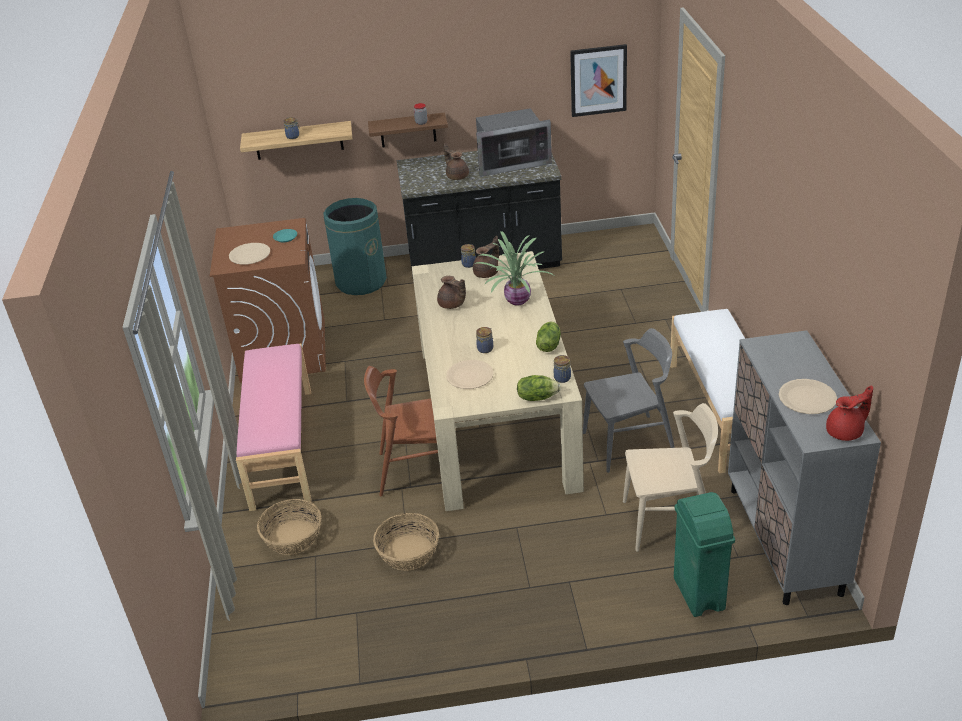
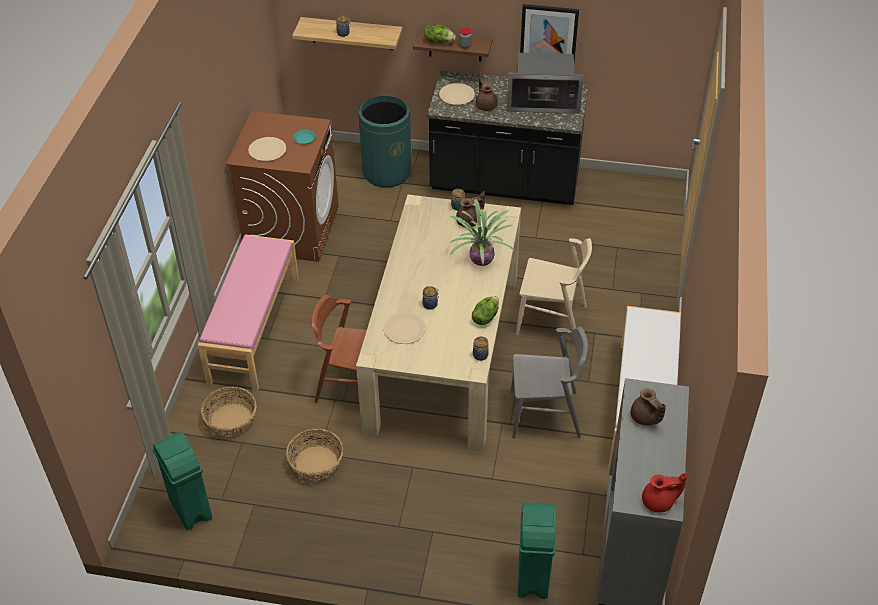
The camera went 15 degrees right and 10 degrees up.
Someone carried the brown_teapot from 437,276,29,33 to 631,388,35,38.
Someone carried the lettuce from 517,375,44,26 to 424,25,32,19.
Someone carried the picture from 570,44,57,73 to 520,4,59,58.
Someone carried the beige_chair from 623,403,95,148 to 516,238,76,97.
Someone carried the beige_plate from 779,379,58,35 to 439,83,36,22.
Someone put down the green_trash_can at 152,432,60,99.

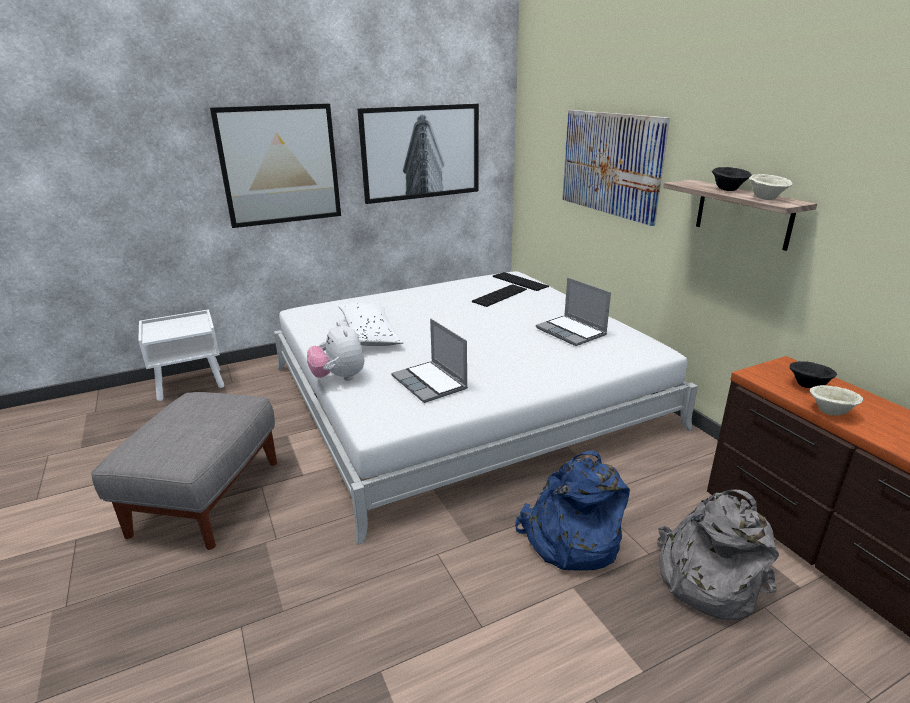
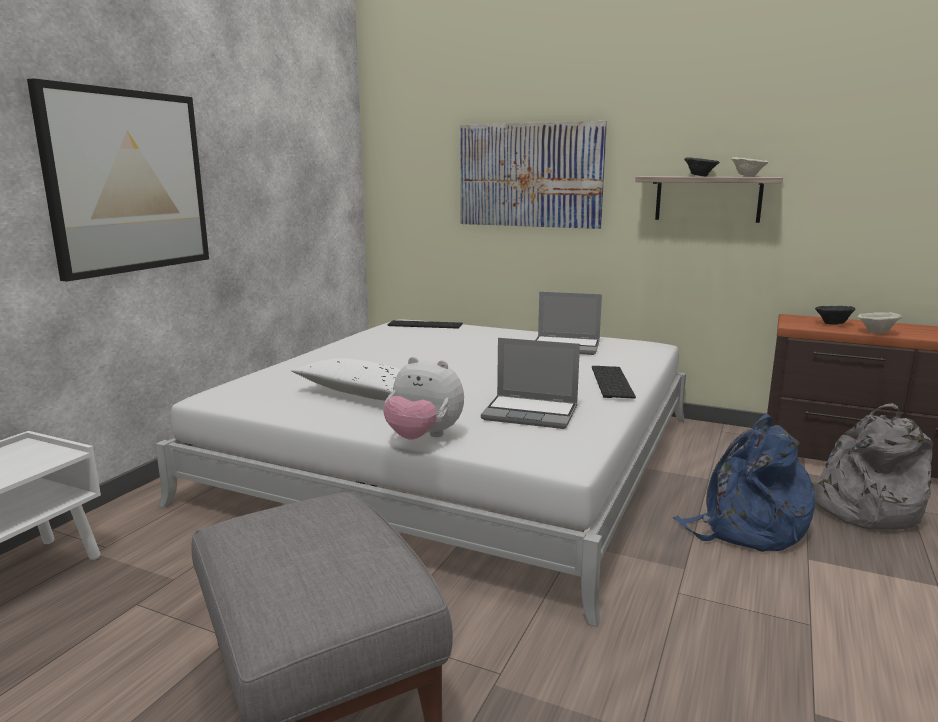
The camera went 40 degrees left and 10 degrees down.
Someone took away the picture at 358,104,121,100.
Someone carried the keyboard from 472,284,55,23 to 592,366,44,33.

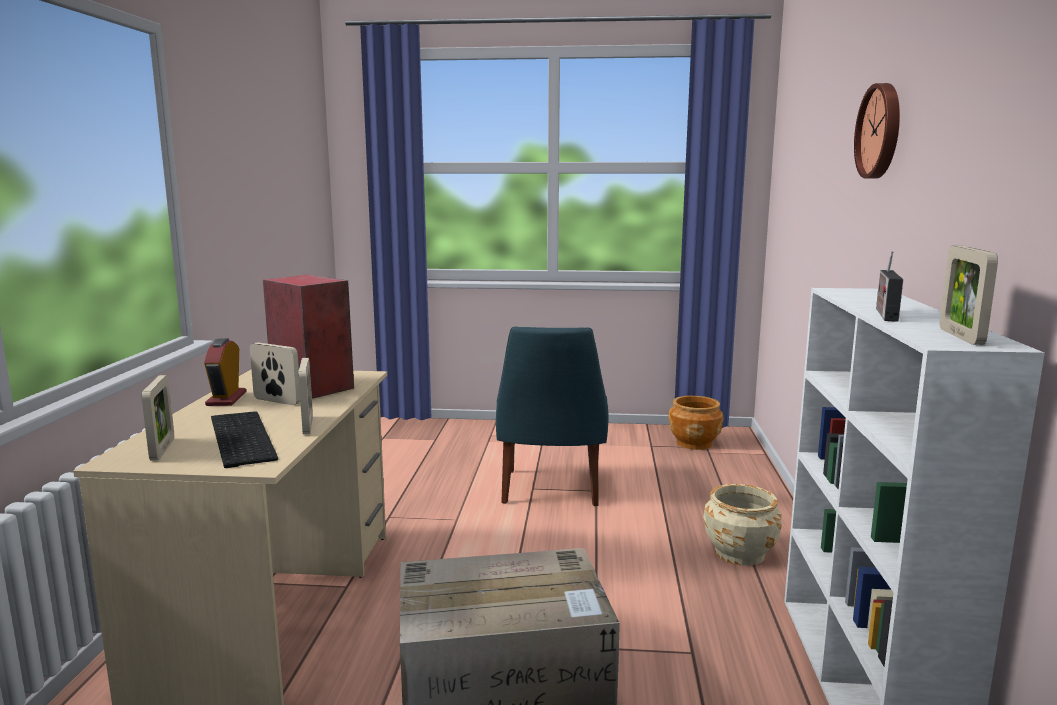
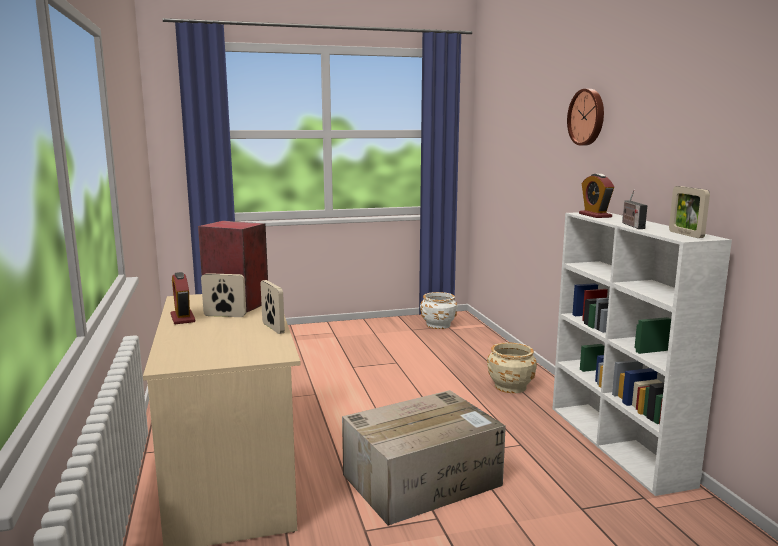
The camera went 20 degrees left and 0 degrees up.
Someone took away the picture_frame at 142,375,32,86.
Someone took away the keyboard at 211,411,67,57.
Someone took away the blue_chair at 496,327,112,180.
Someone repainted the brown_planter at 668,396,55,54, which became the white_planter at 420,292,38,37.
Someone put down the alarm_clock at 579,174,35,44.

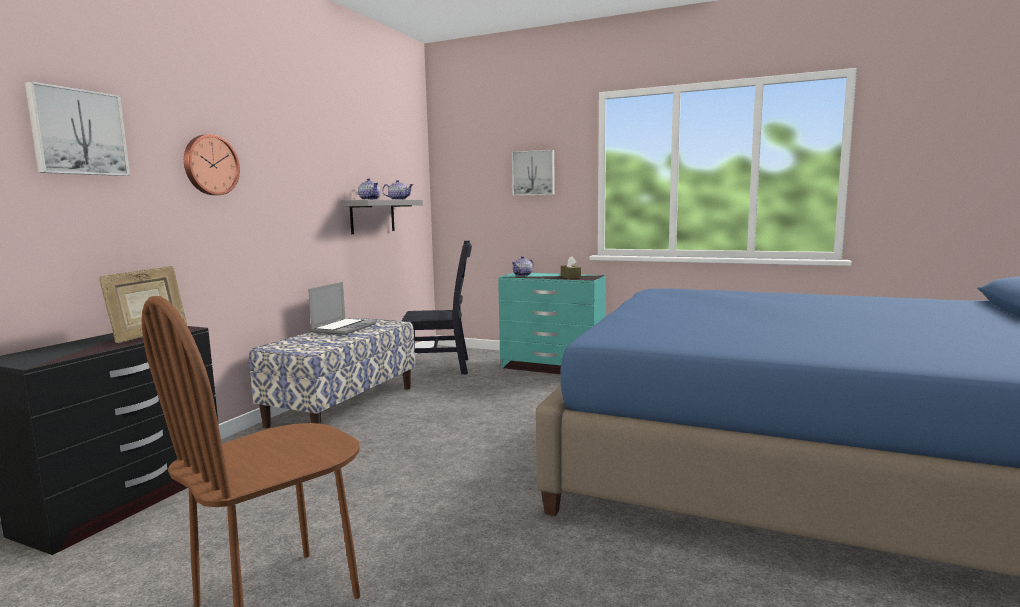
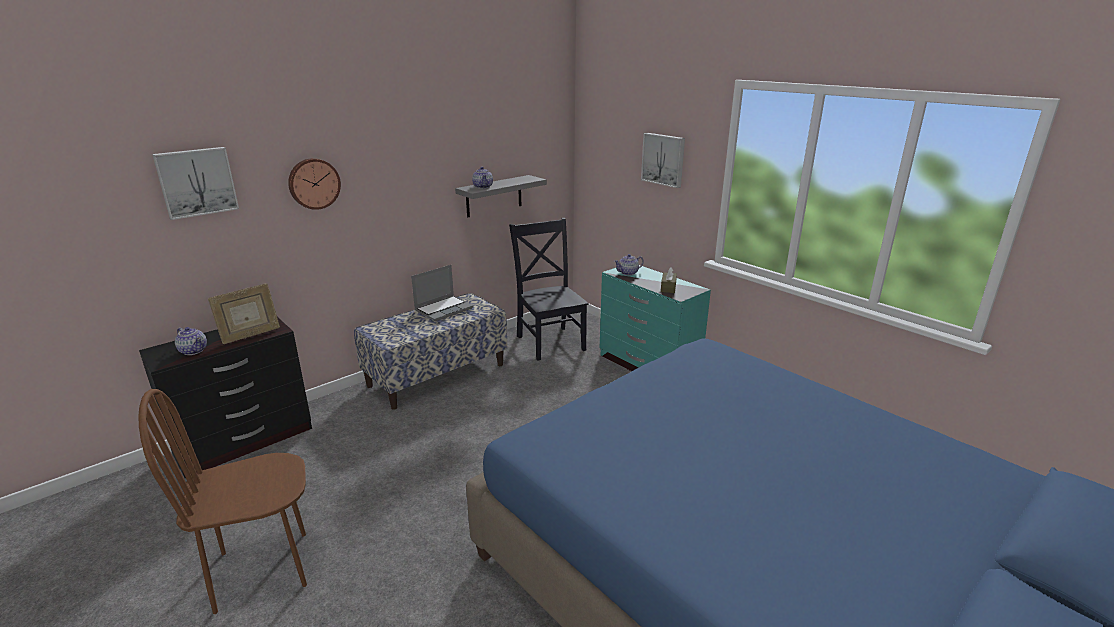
The camera went 25 degrees right and 15 degrees up.
Someone carried the teapot from 382,180,32,20 to 175,327,32,28.
Someone rotated the black_chair at 402,241,70,133 by 135 degrees counterclockwise.

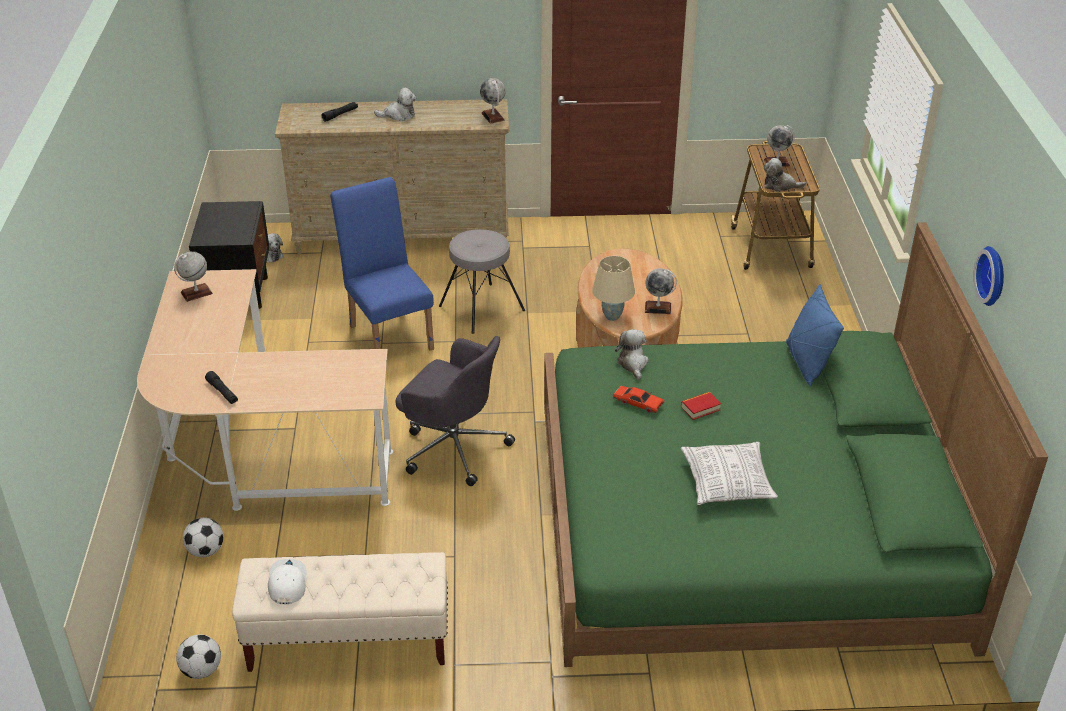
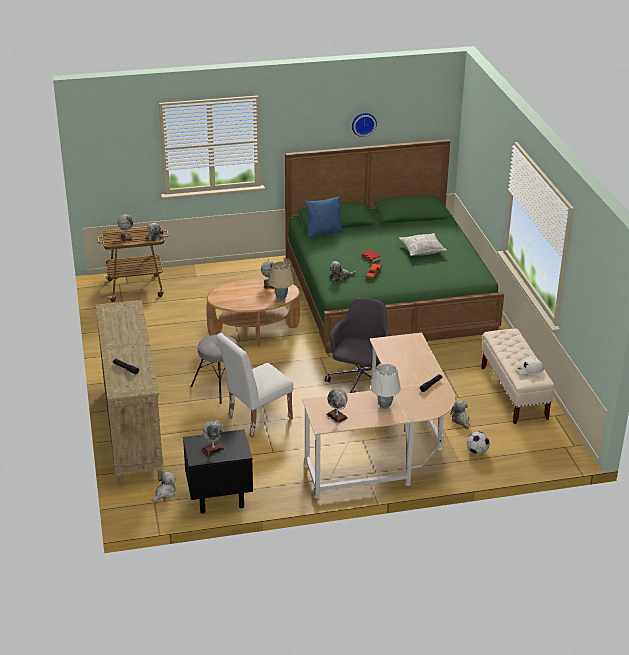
The camera went 100 degrees left and 5 degrees down.
Someone took away the football at 176,634,45,45.
Someone repainted the blue_chair at 330,177,104,173, which became the white_chair at 216,333,77,104.
Someone carried the plush_toy from 374,87,42,34 to 450,400,19,29.
Someone carried the globe from 480,78,26,46 to 202,420,22,35.
Someone put down the white_table_lamp at 371,364,30,45.

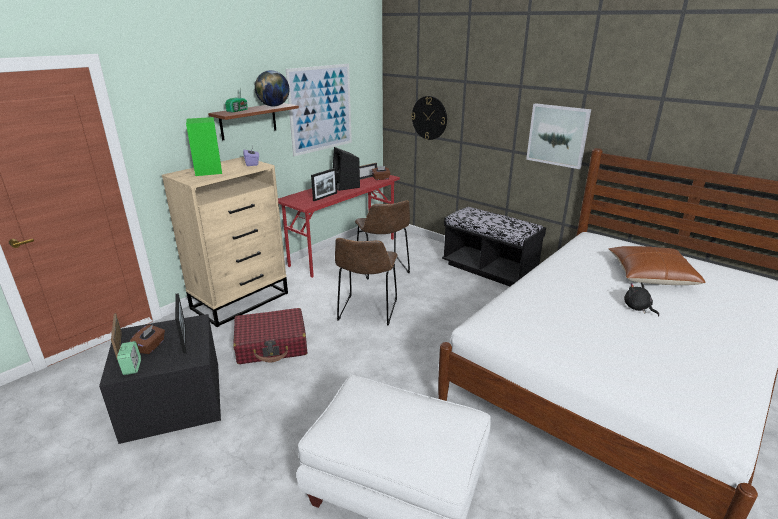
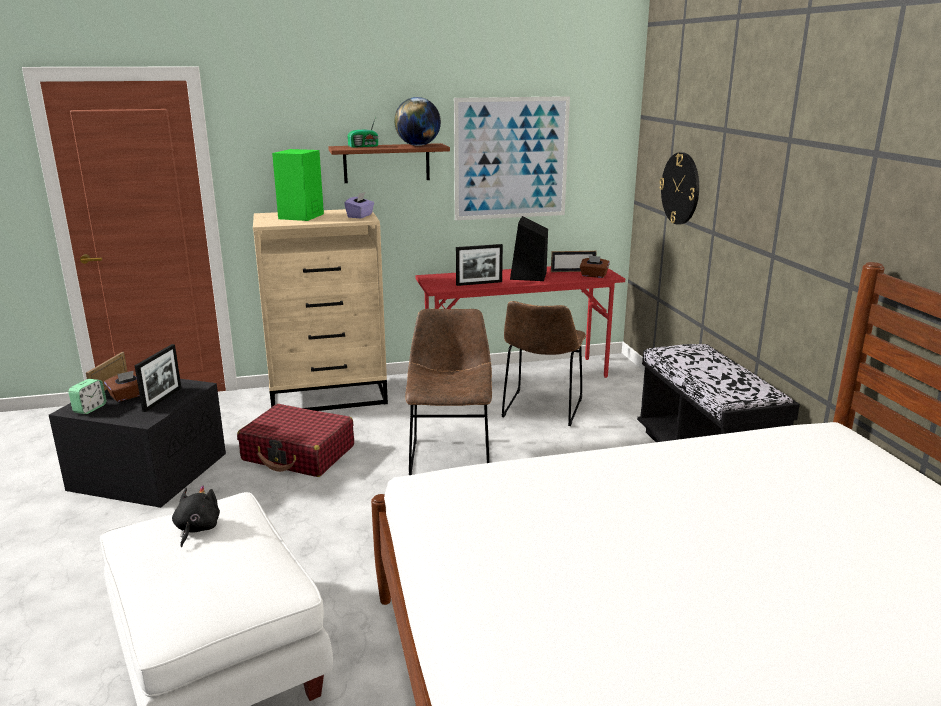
The camera went 35 degrees right and 5 degrees down.
Someone rotated the brown_chair at 335,238,63,87 by 135 degrees clockwise.
Someone took away the picture at 526,103,65,66.
Someone took away the brown_pillow at 608,246,98,39.
Someone carried the black_plush_toy from 624,282,35,34 to 172,485,48,62.

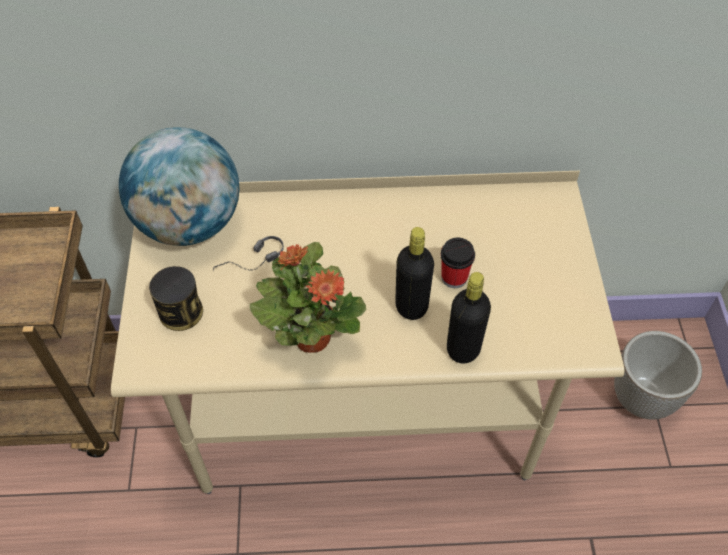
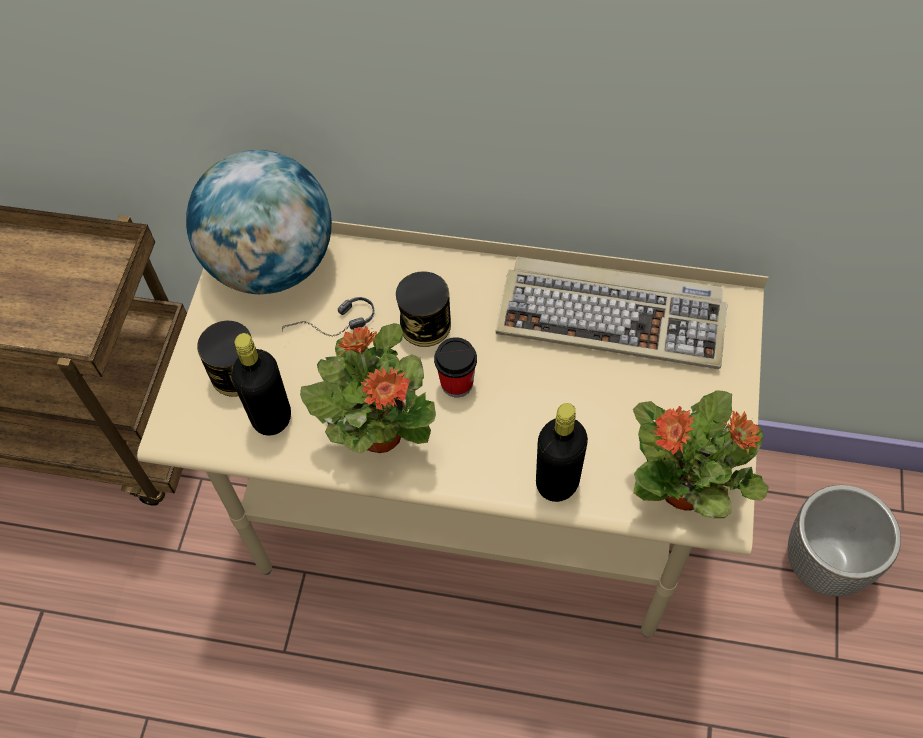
The camera went 15 degrees right and 5 degrees up.
Someone carried the black_bottle from 395,227,39,93 to 232,333,59,103.
Someone carried the cup from 441,238,34,50 to 434,337,43,60.
Someone put down the can at 396,271,55,76.
Someone put down the keyboard at 496,257,231,113.
Someone put down the potted_plant at 633,390,136,128.

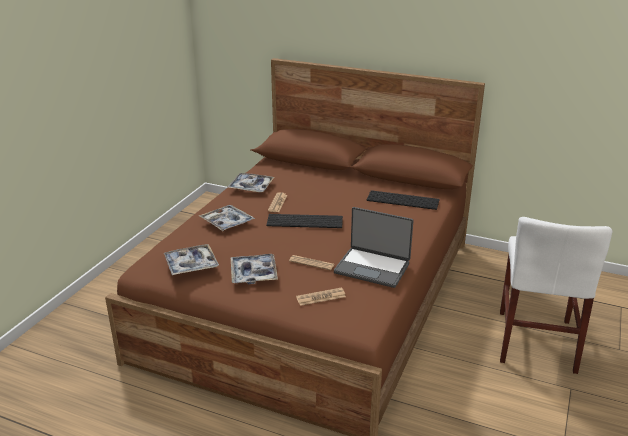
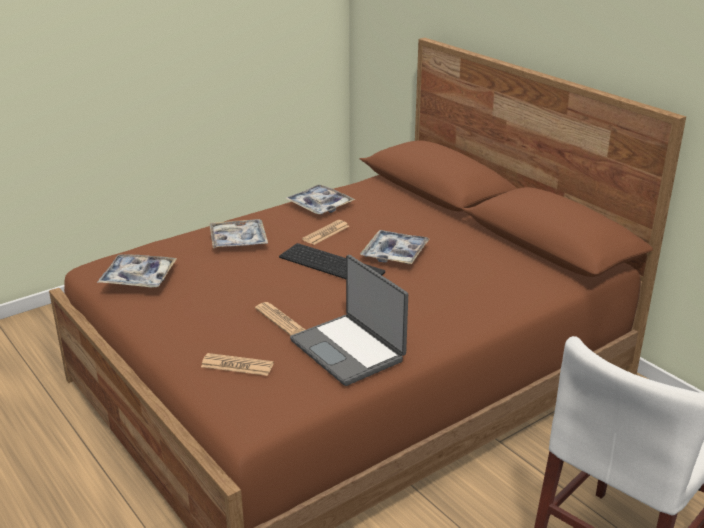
The camera went 30 degrees right and 0 degrees up.
Someone carried the tray from 231,254,47,30 to 361,230,69,34.
Someone took away the keyboard at 367,190,72,20.

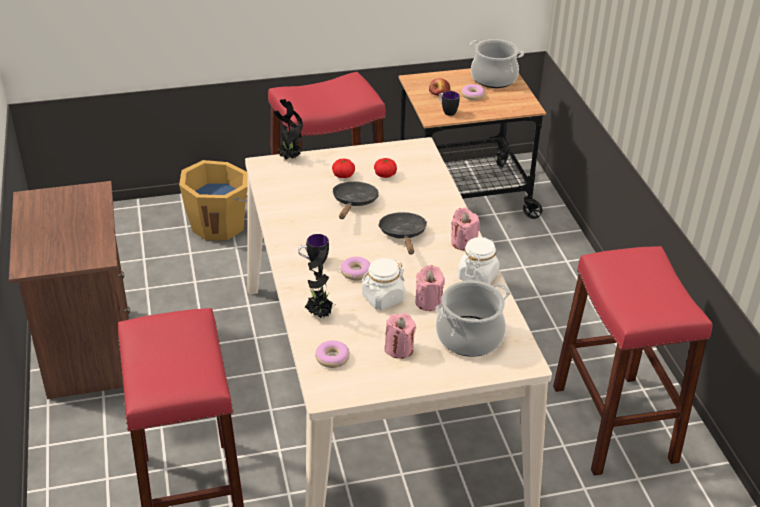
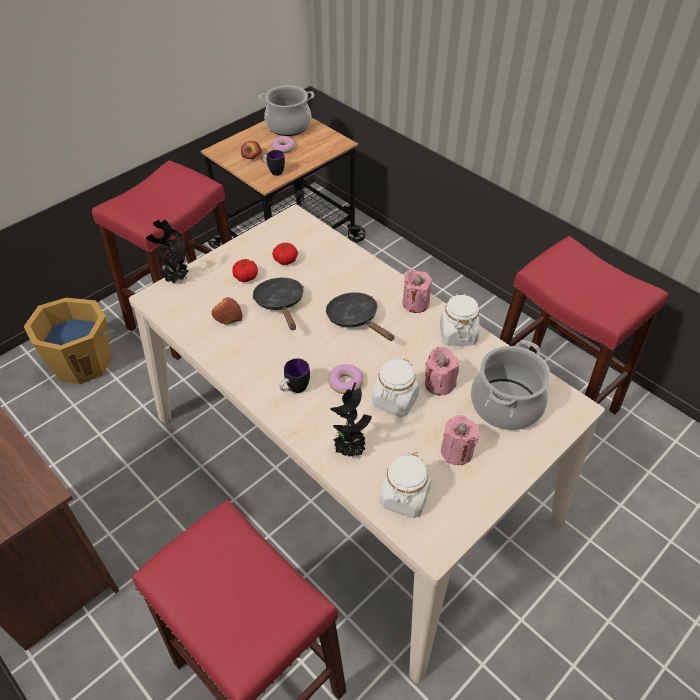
The camera went 30 degrees left and 10 degrees up.
Someone swapped the donut at 315,340,35,28 for the white_jar at 380,451,51,67.
Someone put down the apple at 212,297,30,27.

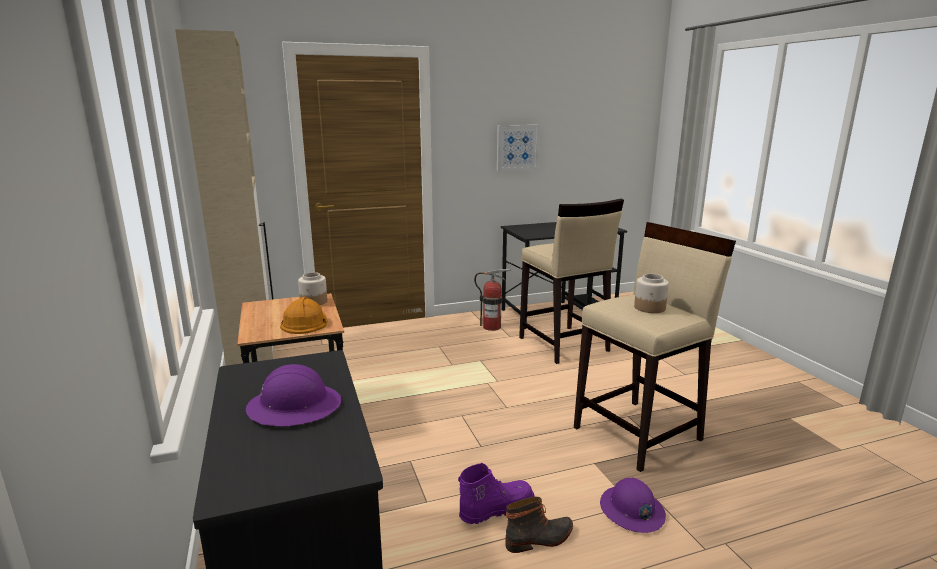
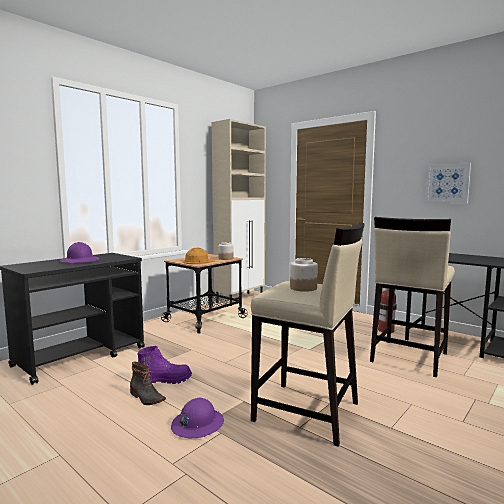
The camera went 60 degrees right and 10 degrees down.
Someone rotated the purple_boot at 458,463,77,61 by 45 degrees counterclockwise.

